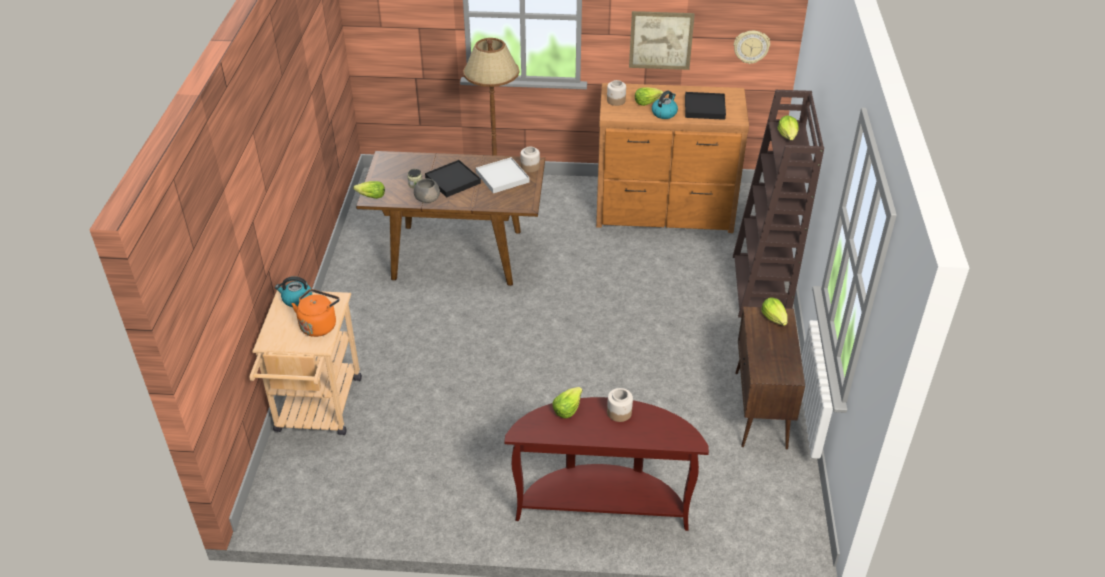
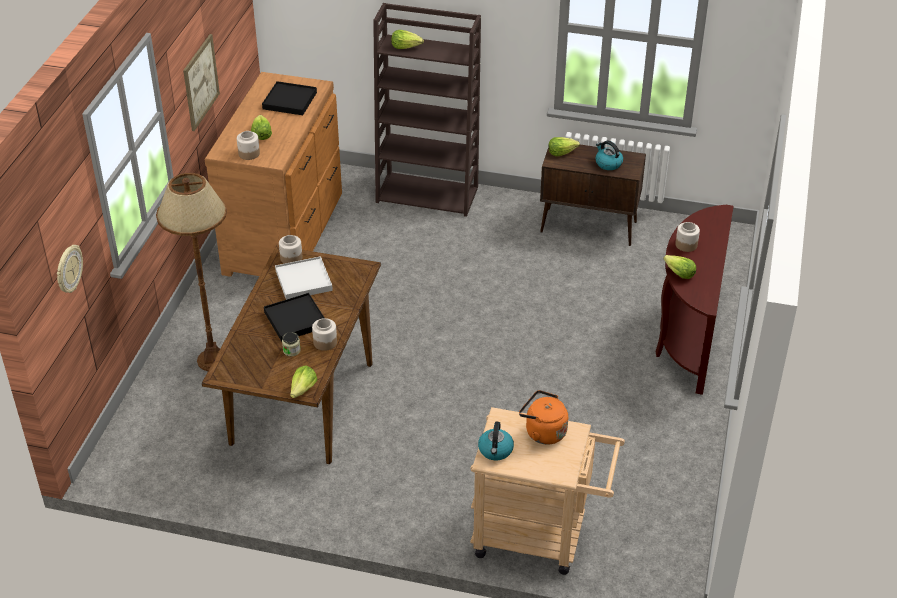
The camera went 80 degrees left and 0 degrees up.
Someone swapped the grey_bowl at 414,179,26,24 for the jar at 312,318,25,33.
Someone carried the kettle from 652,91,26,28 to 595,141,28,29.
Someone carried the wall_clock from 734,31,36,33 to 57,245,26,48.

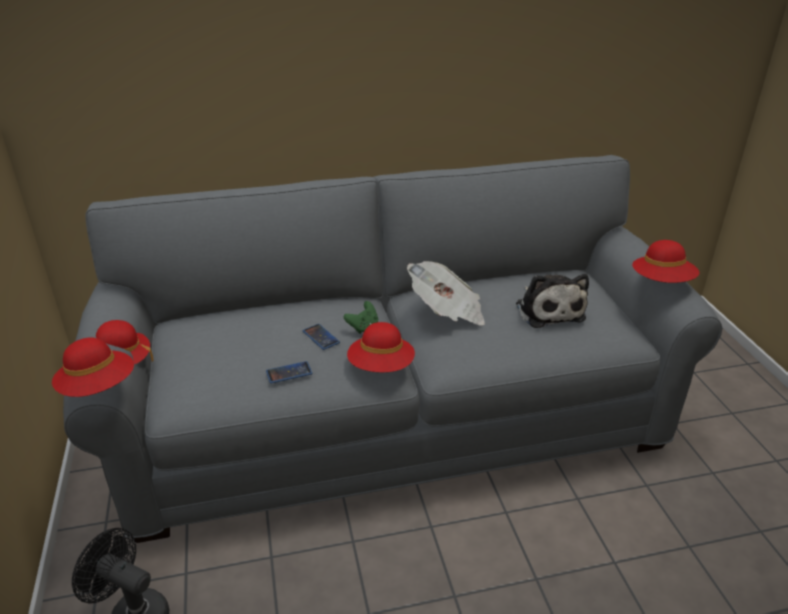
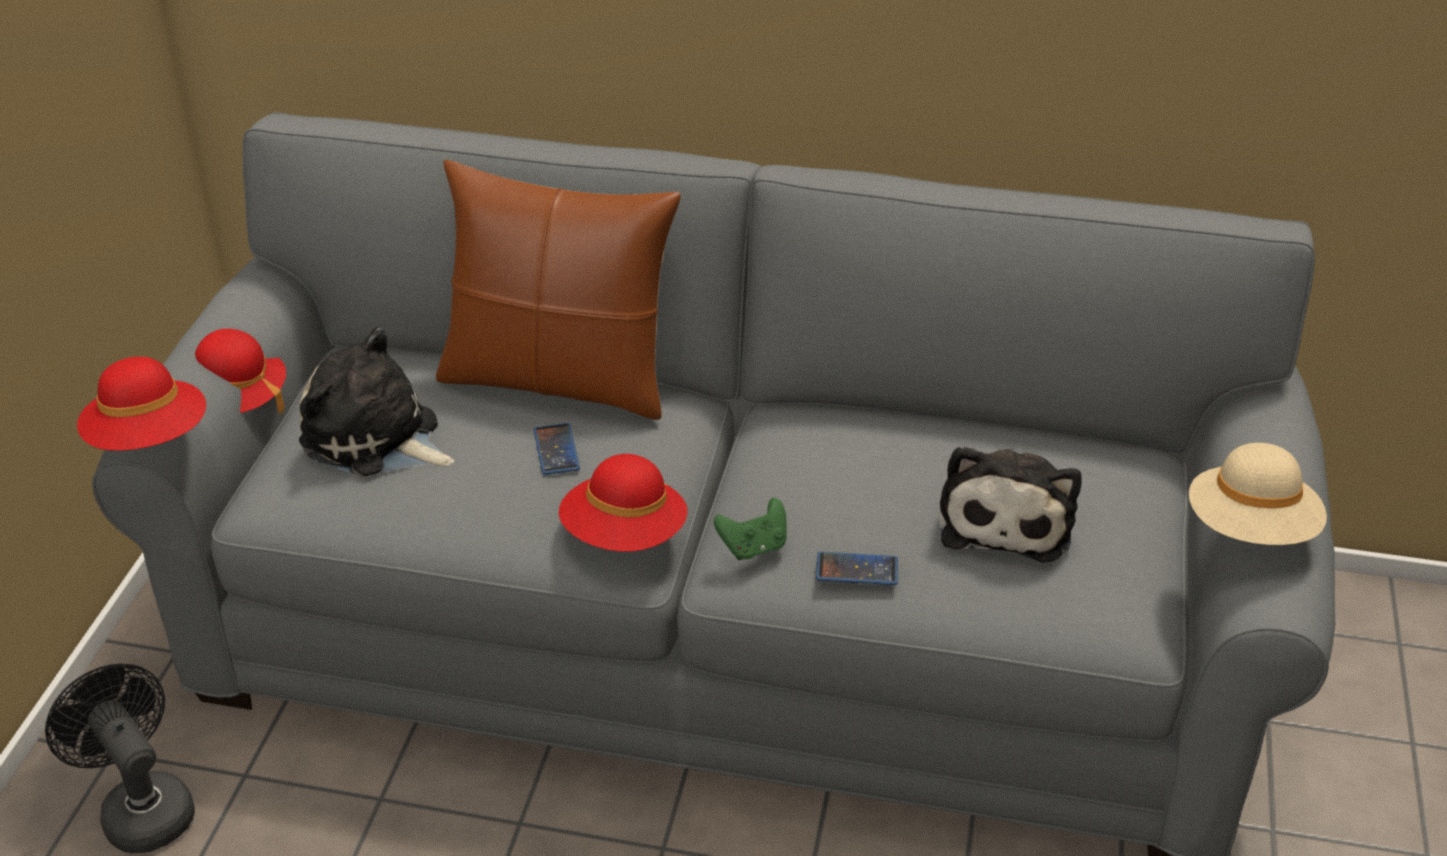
The camera went 25 degrees right and 5 degrees up.
Someone carried the phone from 266,361,46,23 to 816,552,82,33.
Someone carried the green_game_controller from 344,301,34,33 to 714,498,73,62.
Someone took away the newspaper at 407,261,78,64.
Someone repainted the red_hat at 632,240,68,43, which became the beige_hat at 1189,443,138,102.
Someone put down the plush_toy at 299,327,155,150.
Someone put down the brown_pillow at 436,160,245,260.

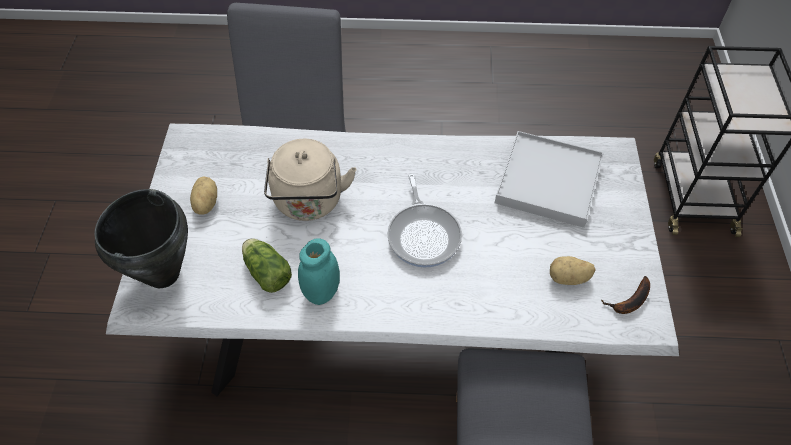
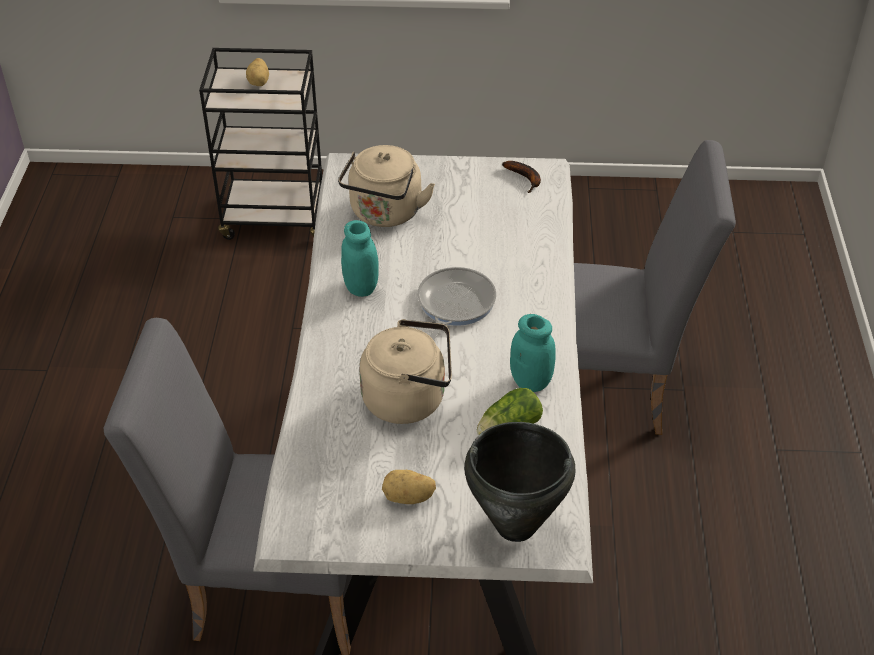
The camera went 90 degrees left and 10 degrees down.
Someone rotated the frying_pan at 388,174,74,94 by 60 degrees counterclockwise.
Someone swapped the white_tray at 495,131,108,97 for the beige_kettle at 338,145,97,82.
Someone carried the potato from 550,256,46,29 to 246,58,23,28.
Someone put down the turquoise_jar at 341,220,38,77.

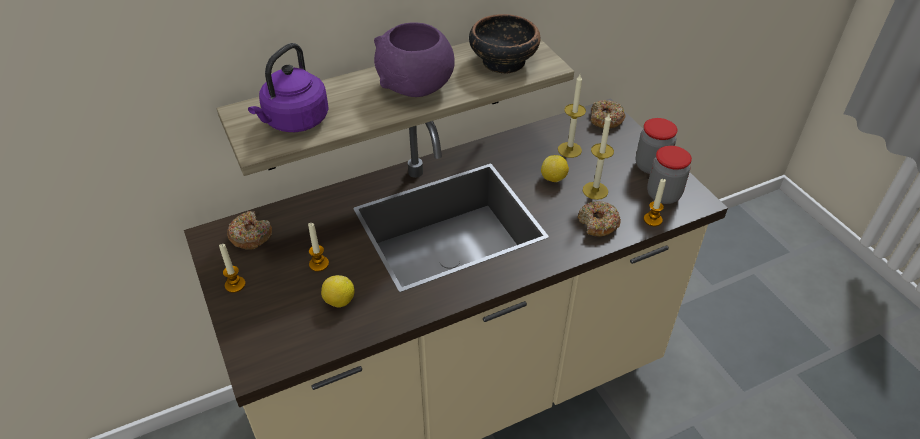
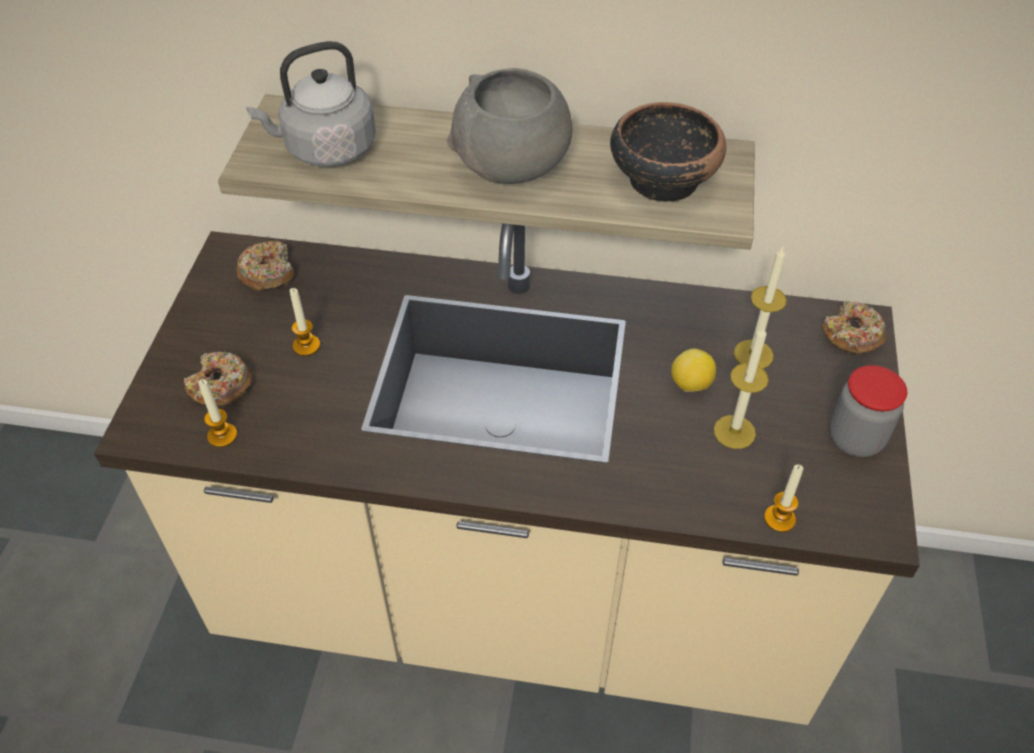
The camera went 35 degrees right and 5 degrees up.
Someone carried the candle from 219,244,27,49 to 198,379,39,68.
Someone repainted the purple_kettle at 248,43,81,89, which became the grey_kettle at 247,41,129,125.
Someone took away the lemon at 321,275,33,33.
Someone repainted the purple_bowl at 374,22,81,75, which became the grey_bowl at 447,68,125,116.
Someone carried the donut from 578,201,43,36 to 184,351,68,55.
Someone took away the jar at 647,146,45,58.

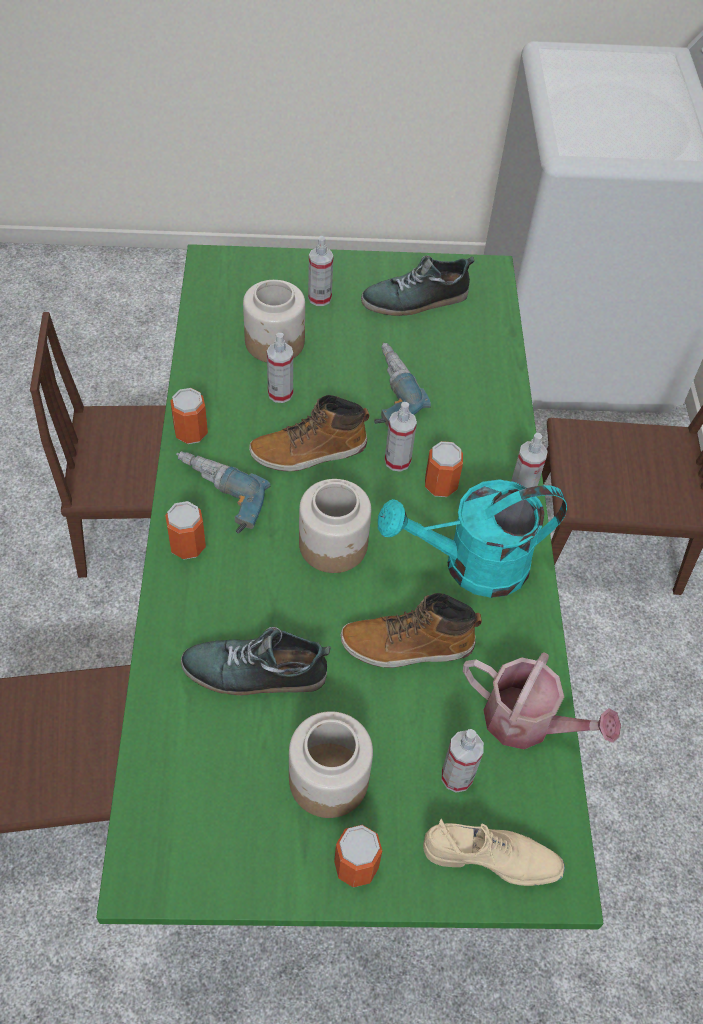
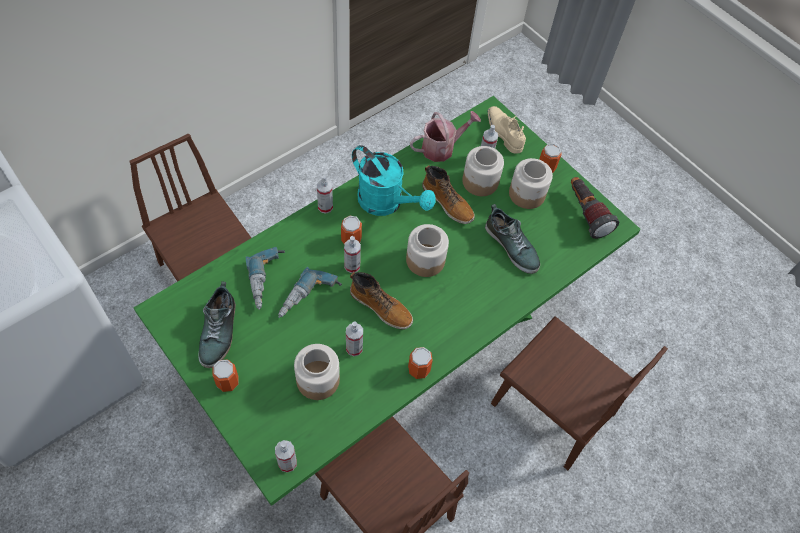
The camera went 130 degrees left and 5 degrees up.
Someone carried the can from 165,501,41,58 to 212,360,27,32.
Someone carried the power_drill from 176,451,95,83 to 246,247,39,63.
Someone carried the spray_bottle from 308,236,26,70 to 275,440,22,33.
Someone rotated the shoe at 361,256,113,60 by 60 degrees clockwise.
Someone rotated the watering_can at 463,652,158,97 by 75 degrees clockwise.
Someone put down the jar at 462,146,42,50.
Someone put down the flashlight at 571,177,48,62.

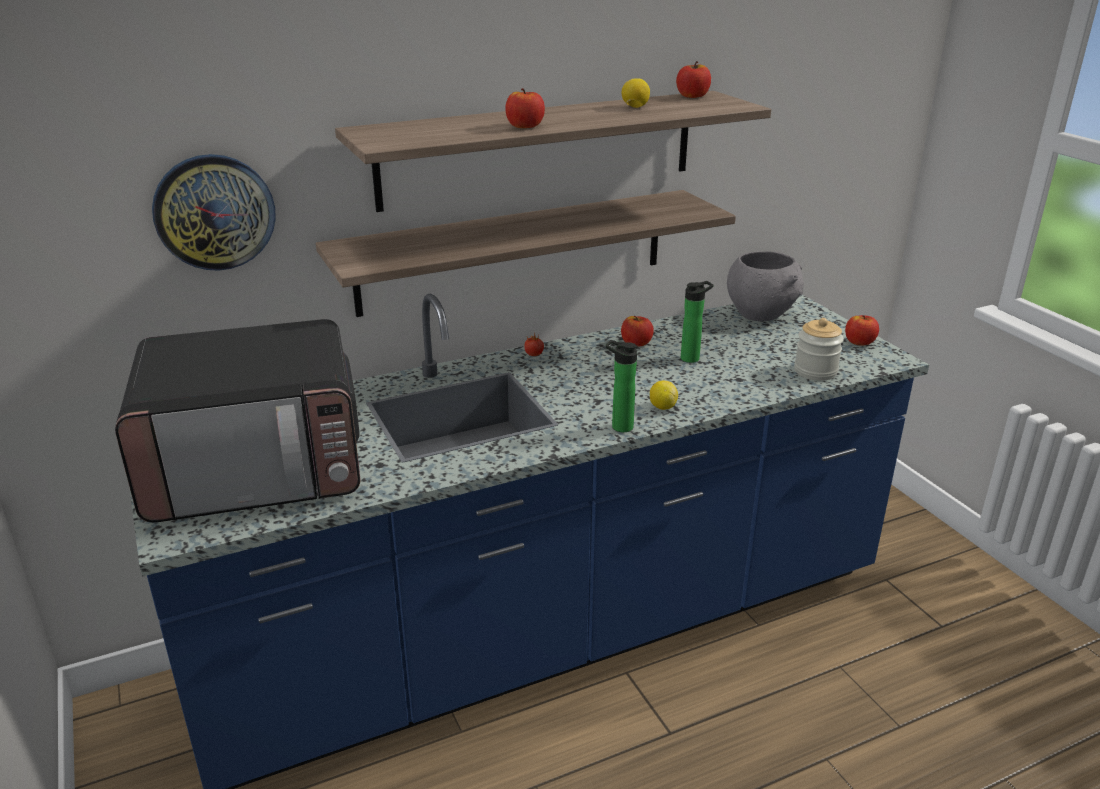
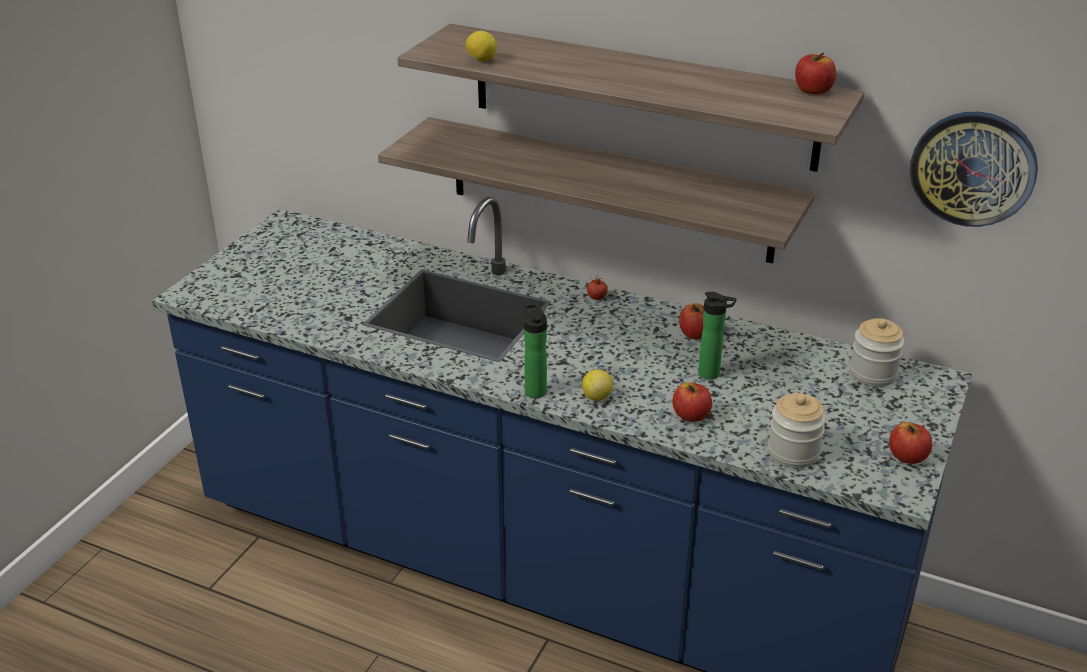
The camera went 50 degrees right and 5 degrees up.
Someone took away the microwave at 115,319,245,204.
Someone carried the wall_clock from 152,154,124,117 to 910,112,128,115.
Someone carried the apple from 505,88,40,40 to 673,382,39,40.
Someone carried the lemon from 622,78,28,30 to 466,31,31,31.
Someone swapped the grey_bowl at 727,251,77,70 for the jar at 850,318,55,69.

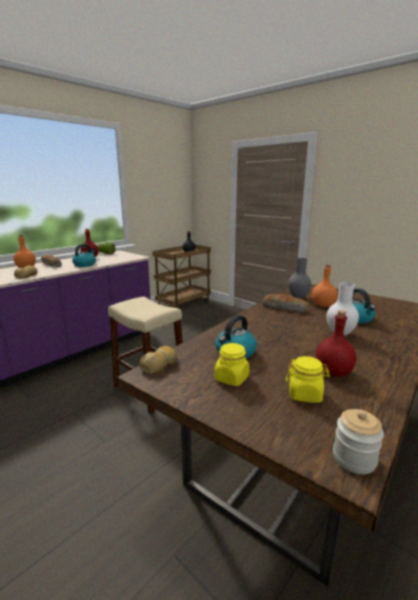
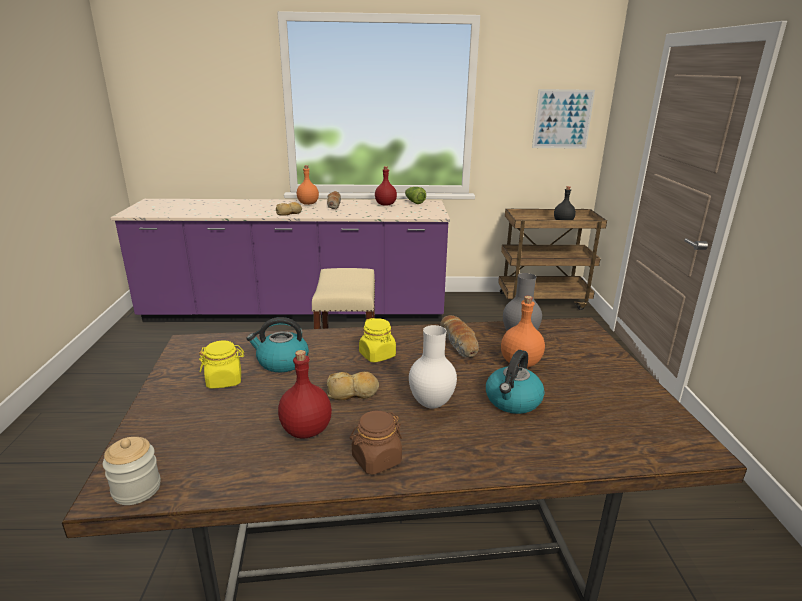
The camera went 45 degrees right and 5 degrees up.
Someone took away the kettle at 72,244,24,23.
Someone carried the bread from 140,346,37,28 to 327,372,52,28.
Someone carried the yellow_jar from 286,356,44,47 to 359,318,37,45.
Someone put down the brown_jar at 350,411,52,64.
Someone put up the picture at 532,89,63,60.

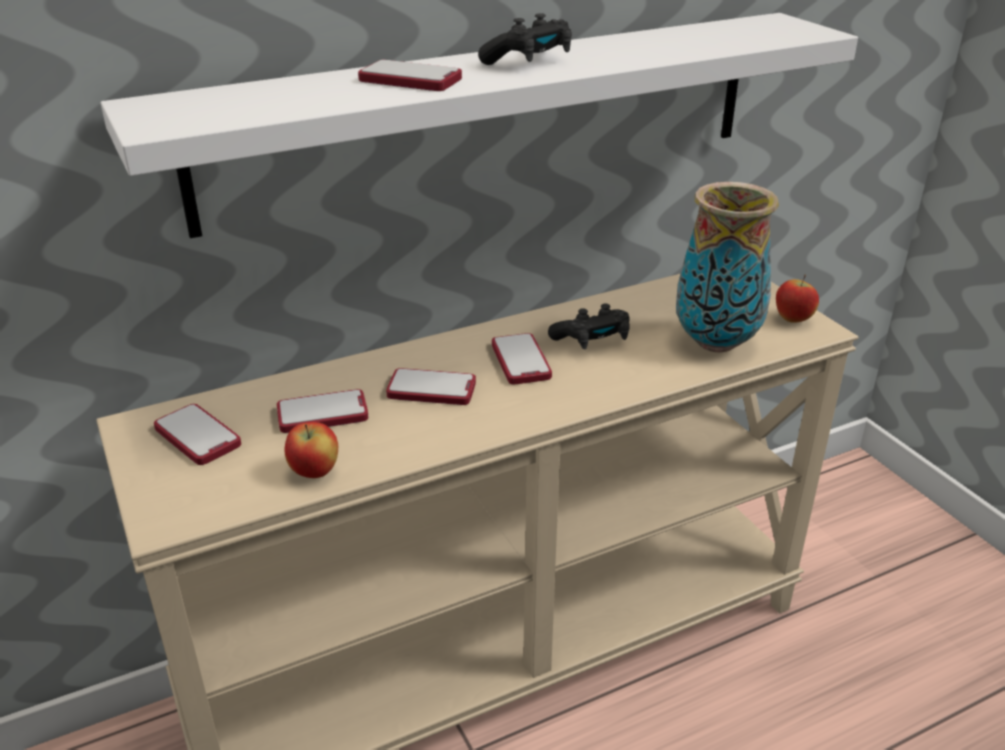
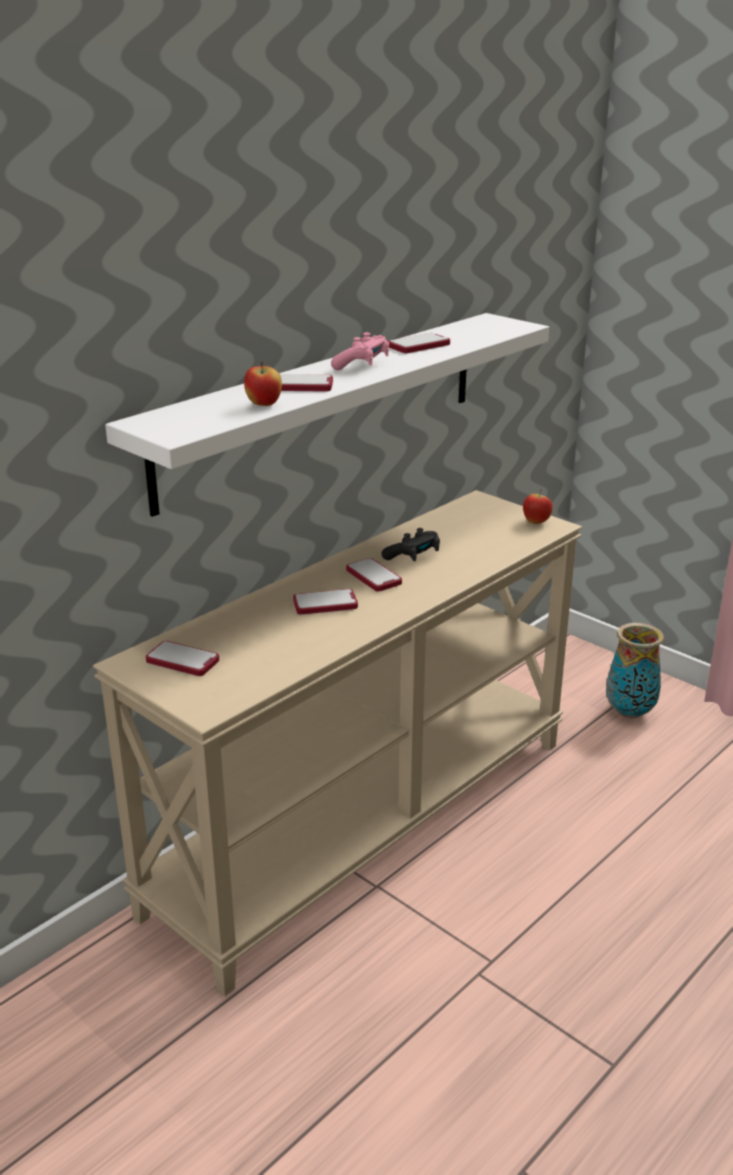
The camera went 20 degrees left and 5 degrees down.
Someone carried the phone from 277,389,91,44 to 388,333,62,20.
Someone carried the apple from 285,422,53,56 to 244,362,38,44.
Someone repainted the black_game_controller at 478,13,94,52, which became the pink_game_controller at 331,332,58,38.
Someone carried the vase from 676,182,103,170 to 606,623,58,96.

